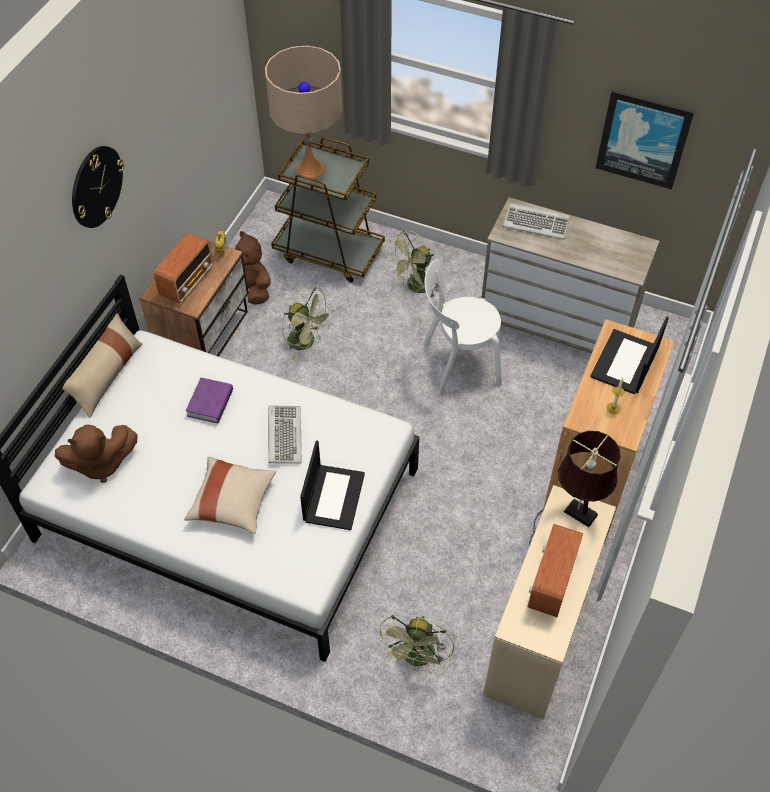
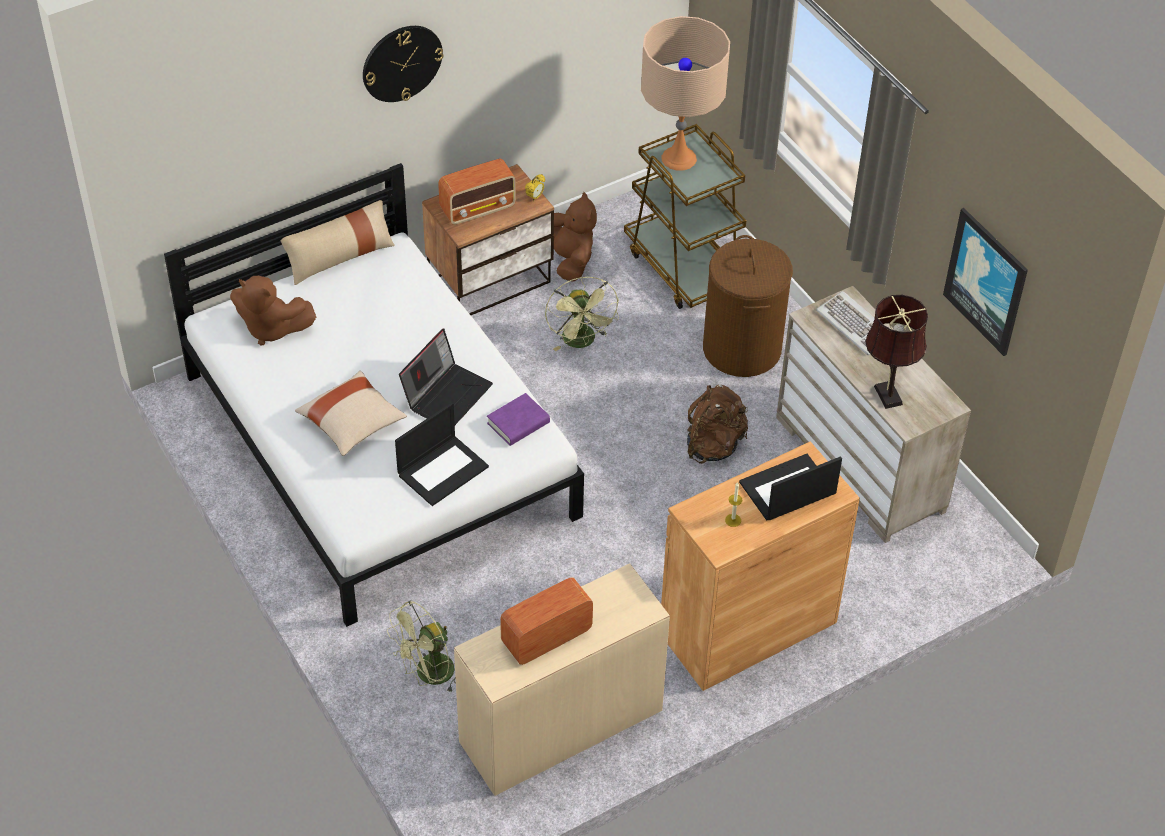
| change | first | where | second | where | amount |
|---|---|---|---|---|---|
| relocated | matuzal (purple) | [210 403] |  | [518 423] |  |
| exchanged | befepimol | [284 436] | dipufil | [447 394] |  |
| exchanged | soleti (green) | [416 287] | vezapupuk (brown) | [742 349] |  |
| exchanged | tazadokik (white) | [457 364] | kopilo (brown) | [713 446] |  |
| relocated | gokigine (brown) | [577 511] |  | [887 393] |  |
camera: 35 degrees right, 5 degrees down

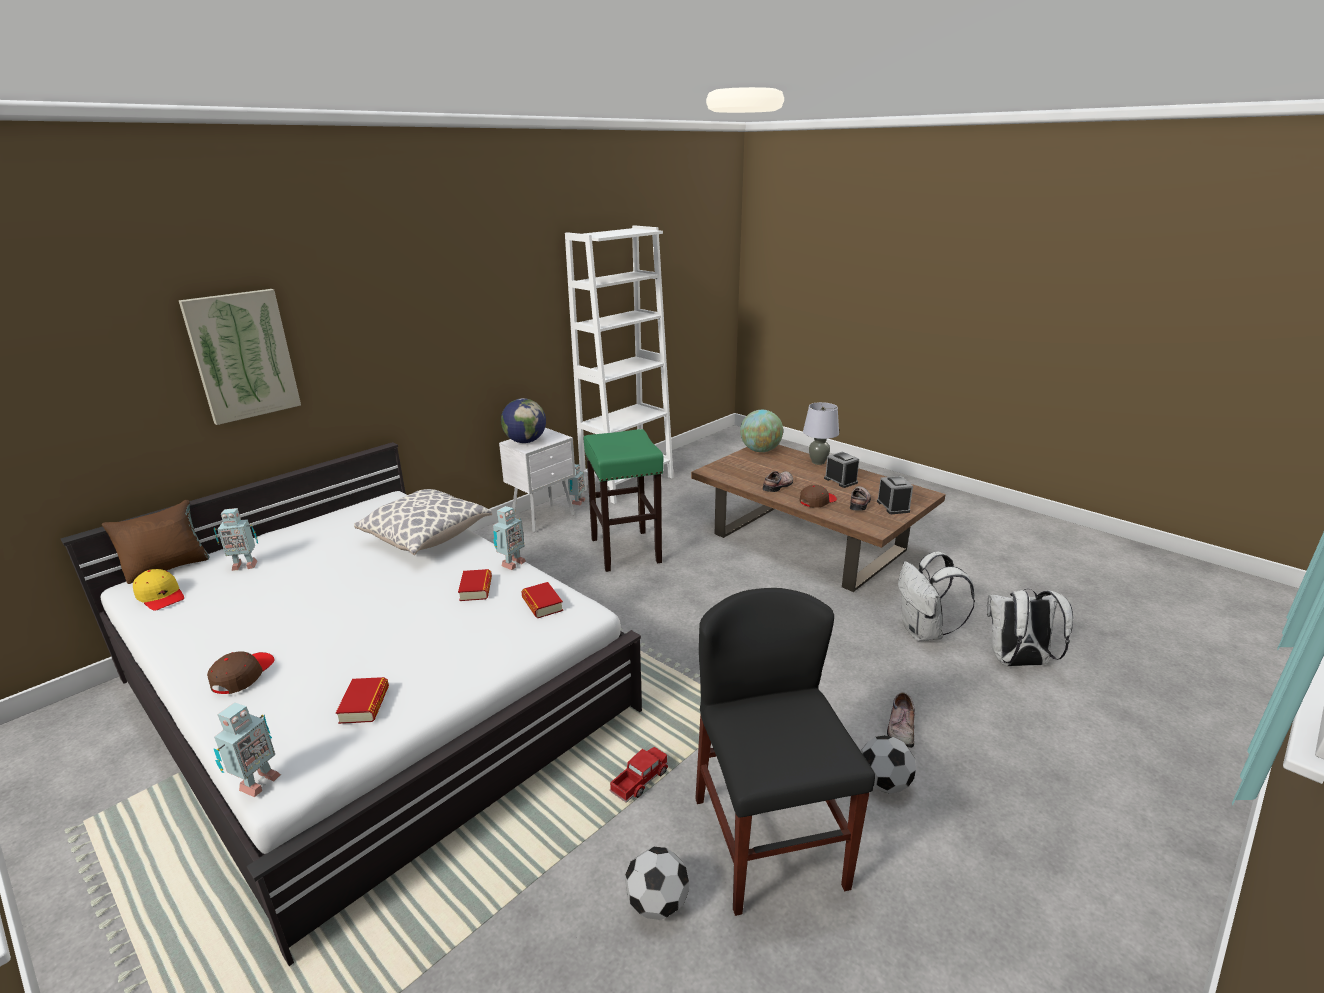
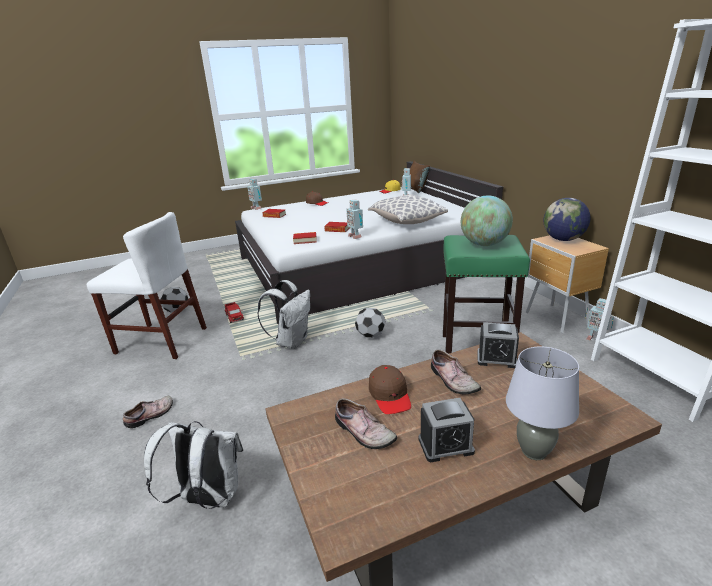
| change | first | where | second | where | amount |
|---|---|---|---|---|---|
| missing | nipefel | [242 355] |  |  |  |
| colour | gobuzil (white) | [544 517] | gobuzil (brown) | [557 319] |  |
| colour | tazadokik (black) | [769 842] | tazadokik (white) | [161 340] |  |
| relocated | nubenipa | [760 450] |  | [484 244] |  |
| relocated | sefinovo | [884 783] |  | [370 335] |  |
| relocated | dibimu | [893 506] |  | [496 359] |  |
| spun | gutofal | [899 727] |  | [151 415] | 90 degrees clockwise |
| relocated | kopilo (white) | [1017 662] |  | [291 341] |  |
camera: 115 degrees right, 0 degrees up

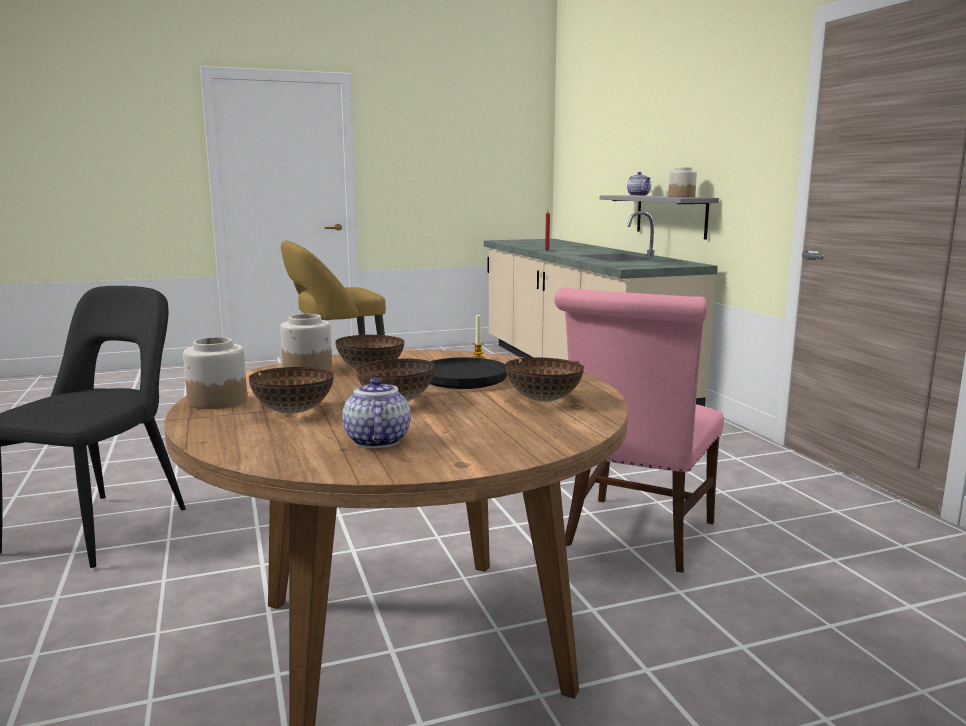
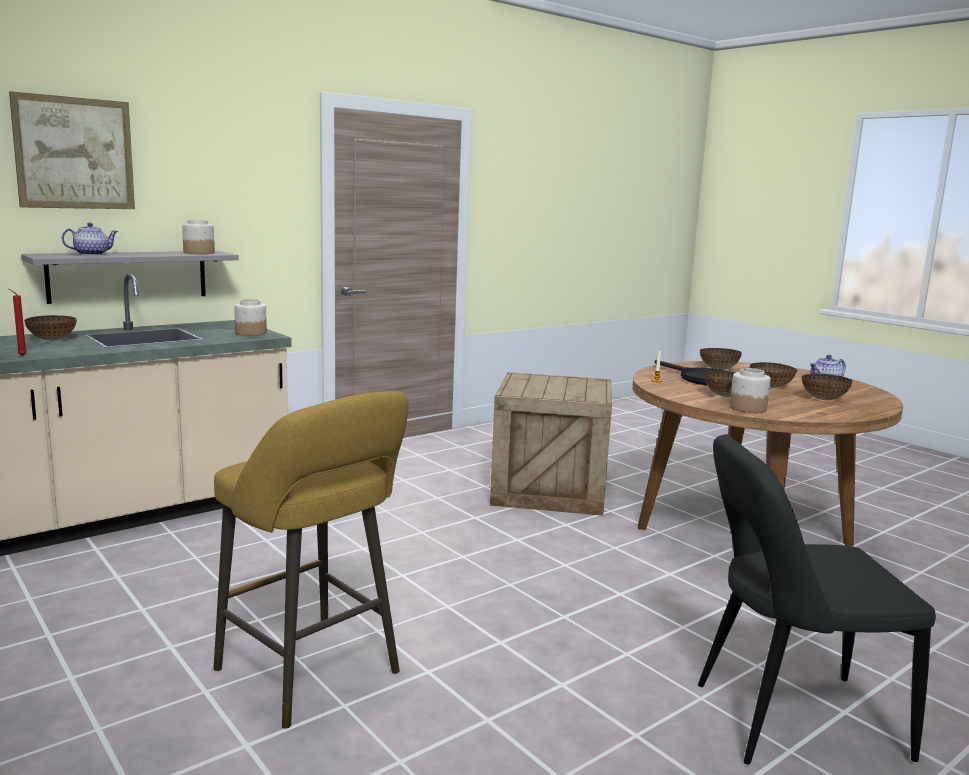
| change | first | where | second | where | amount |
|---|---|---|---|---|---|
| relocated | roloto | [217 401] |  | [250 333] |  |
| exchanged | tazadokik (pink) | [636 537] | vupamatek | [549 490] |  |
| appeared |  |  | nipefel | [74 153] |  |
| appeared |  |  | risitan | [52 340] |  |
camera: 110 degrees left, 0 degrees up

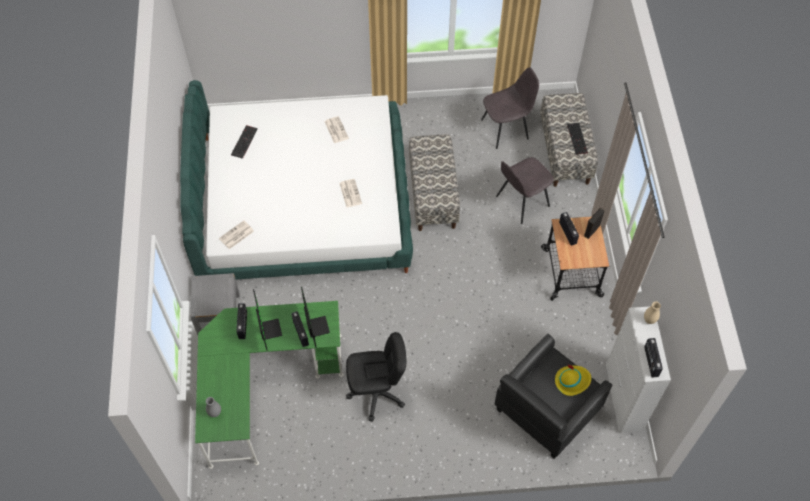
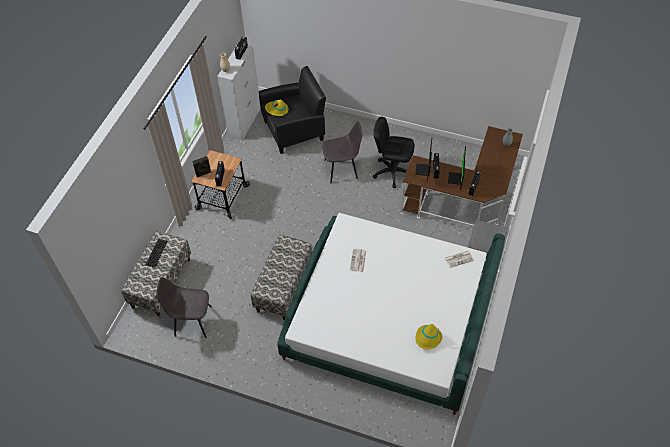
| change | first | where | second | where | amount |
|---|---|---|---|---|---|
| colour | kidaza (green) | [262 386] | kidaza (brown) | [465 200] |  |
| exchanged | befepimol | [244 141] | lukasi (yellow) | [428 338] |  |
| missing | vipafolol | [336 129] |  |  |  |
| relocated | tazadokik (grey) | [521 202] |  | [342 169] |  |
camera: 155 degrees left, 5 degrees down

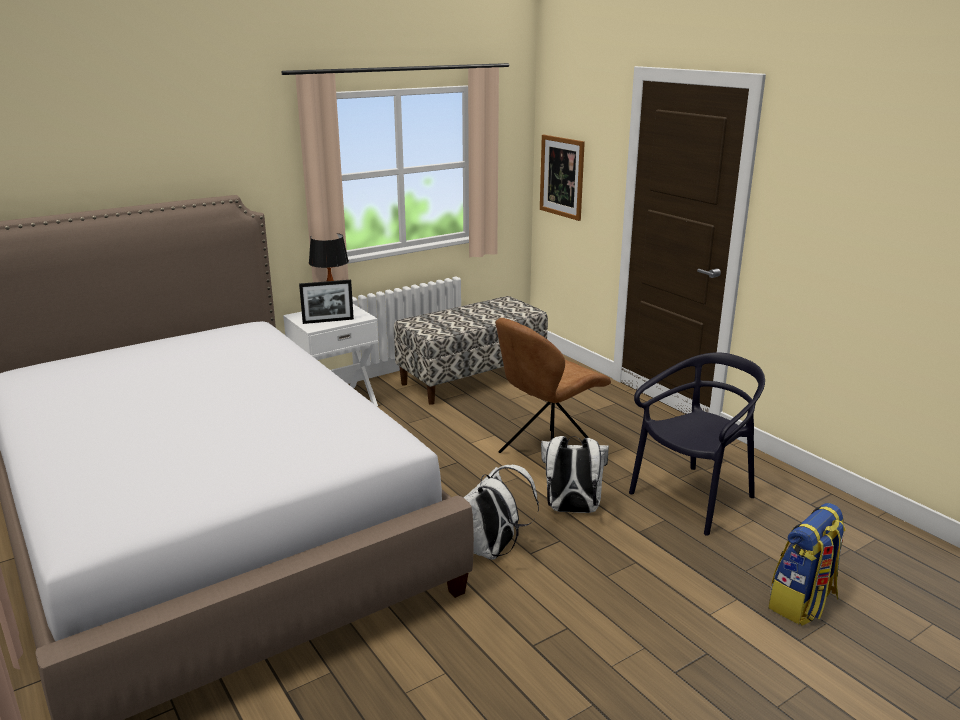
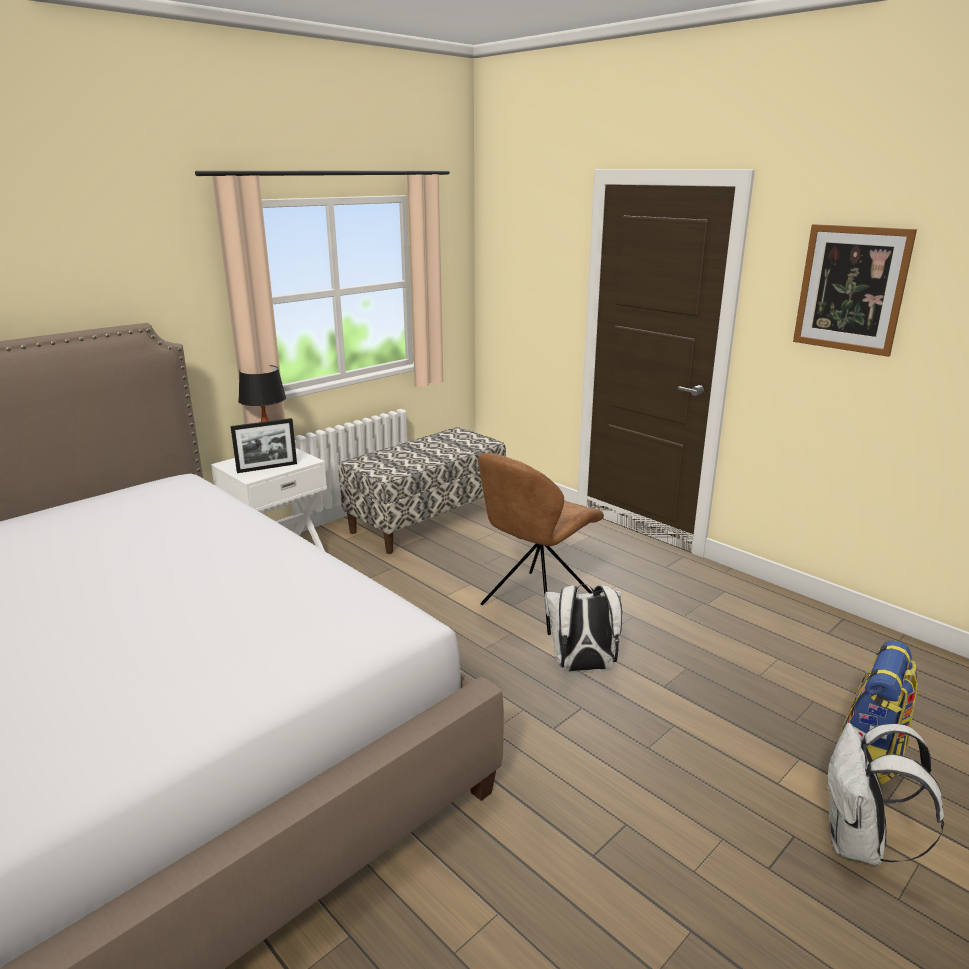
| change | first | where | second | where | amount |
|---|---|---|---|---|---|
| relocated | kopilo (white) | [494 550] |  | [859 844] |  |
| relocated | nipefel | [562 177] |  | [851 289] |  |
| missing | tazadokik (black) | [693 498] |  |  |  |
camera: 10 degrees left, 0 degrees up

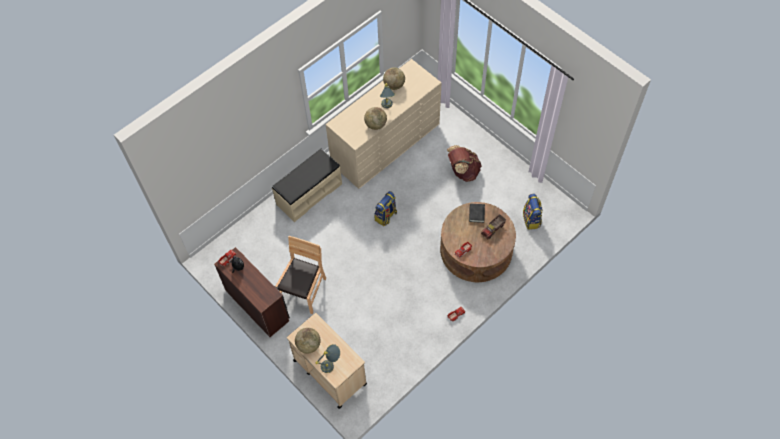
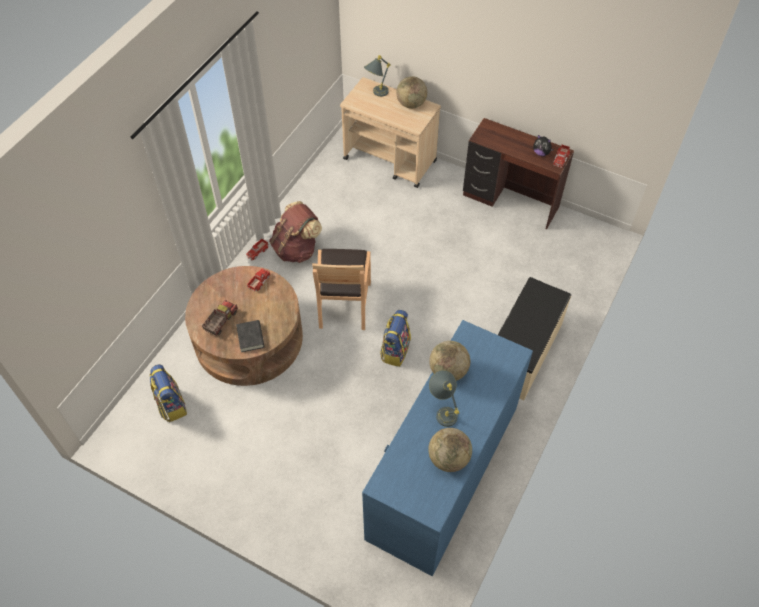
| change | first | where | second | where | amount |
|---|---|---|---|---|---|
| relocated | tazadokik (brown) | [303 291] |  | [343 304] |  |
| colour | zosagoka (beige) | [386 143] | zosagoka (blue) | [443 472] |  |
| relocated | kopilo (brown) | [463 171] |  | [297 249] |  |
camera: 160 degrees right, 5 degrees down

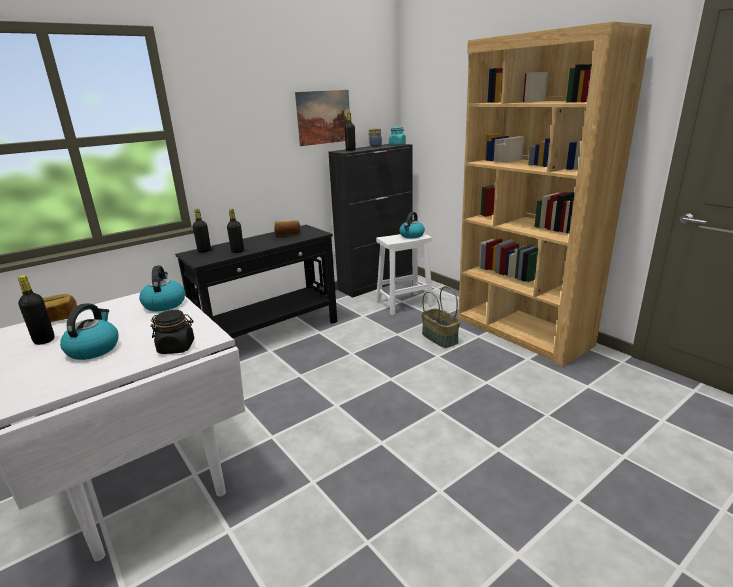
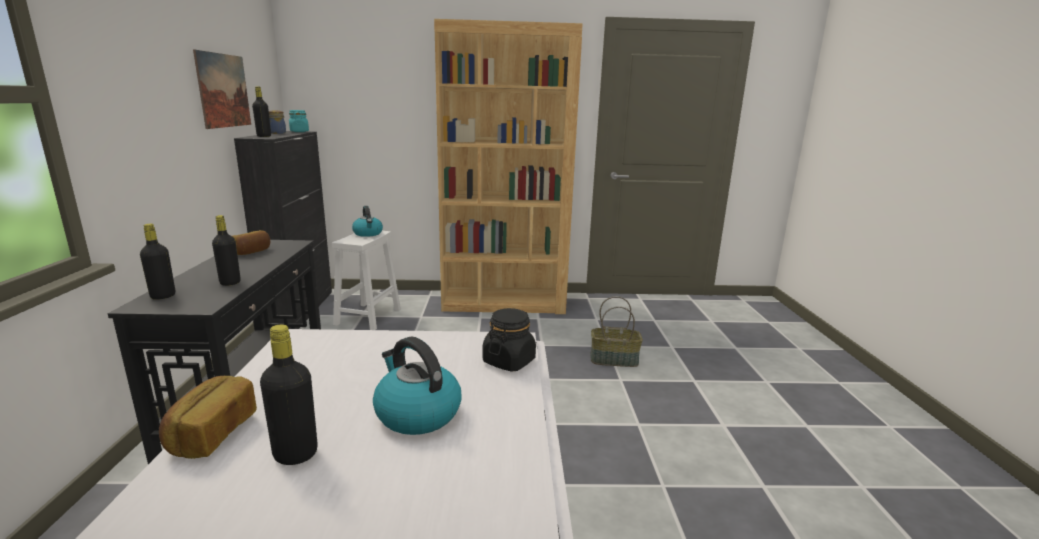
| change | first | where | second | where | amount |
|---|---|---|---|---|---|
| missing | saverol | [164 304] |  |  |  |
| relocated | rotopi | [440 338] |  | [614 359] |  |
camera: 55 degrees left, 5 degrees down

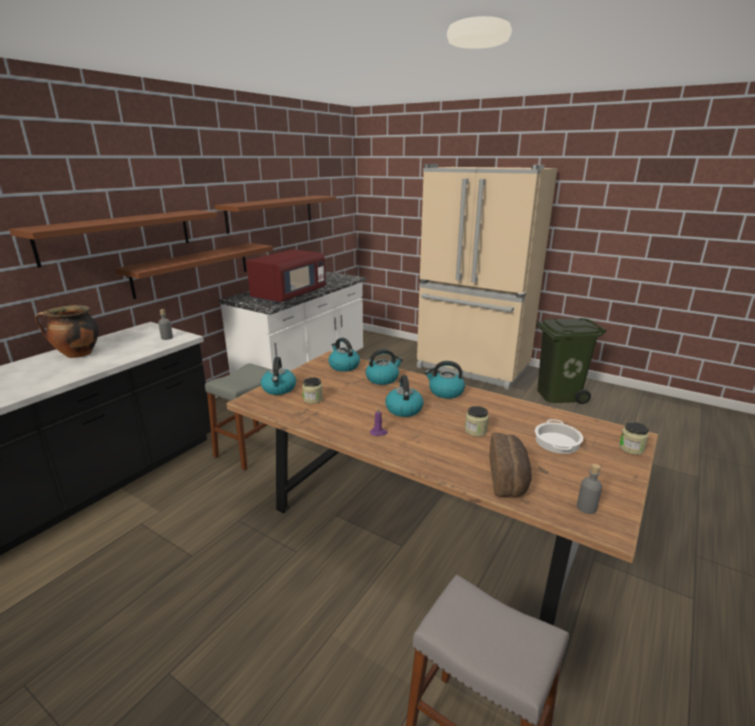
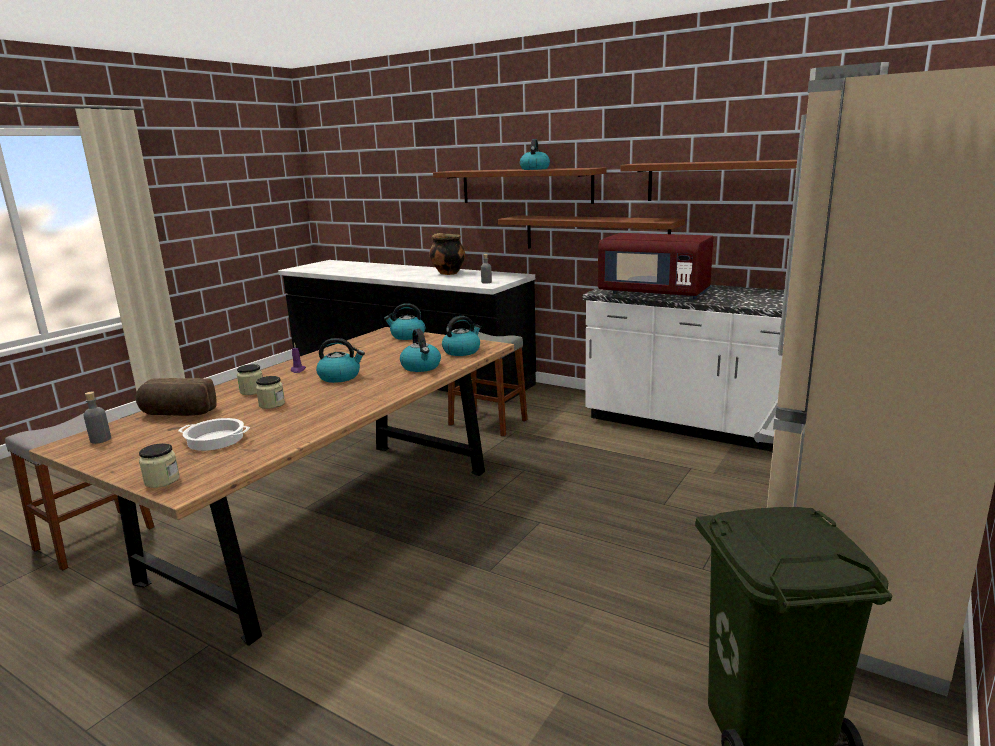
| change | first | where | second | where | amount |
|---|---|---|---|---|---|
| relocated | roloto | [313 399] |  | [252 391] |  |
| relocated | saverol | [445 392] |  | [534 169] |  |
camera: 90 degrees right, 5 degrees down

